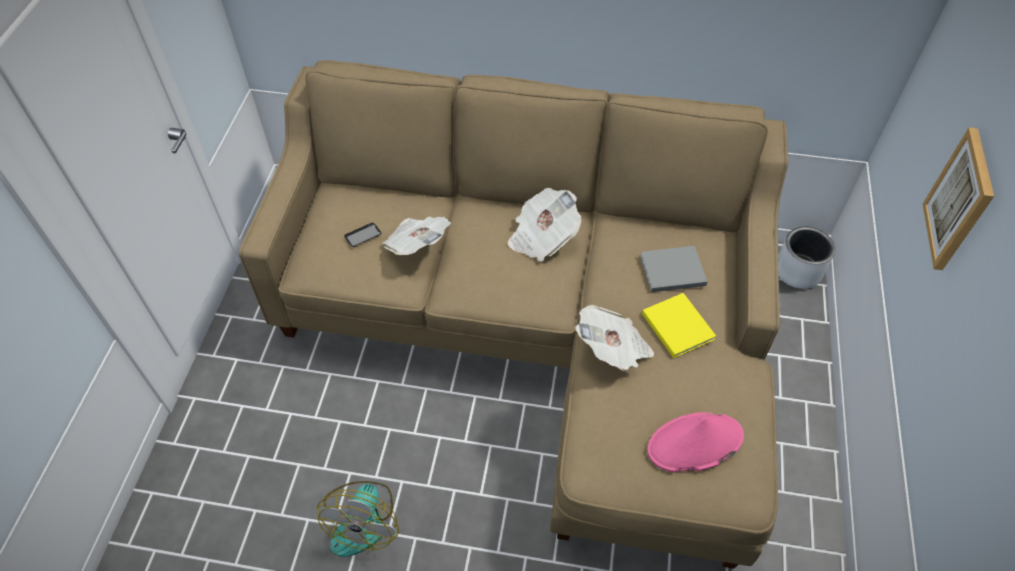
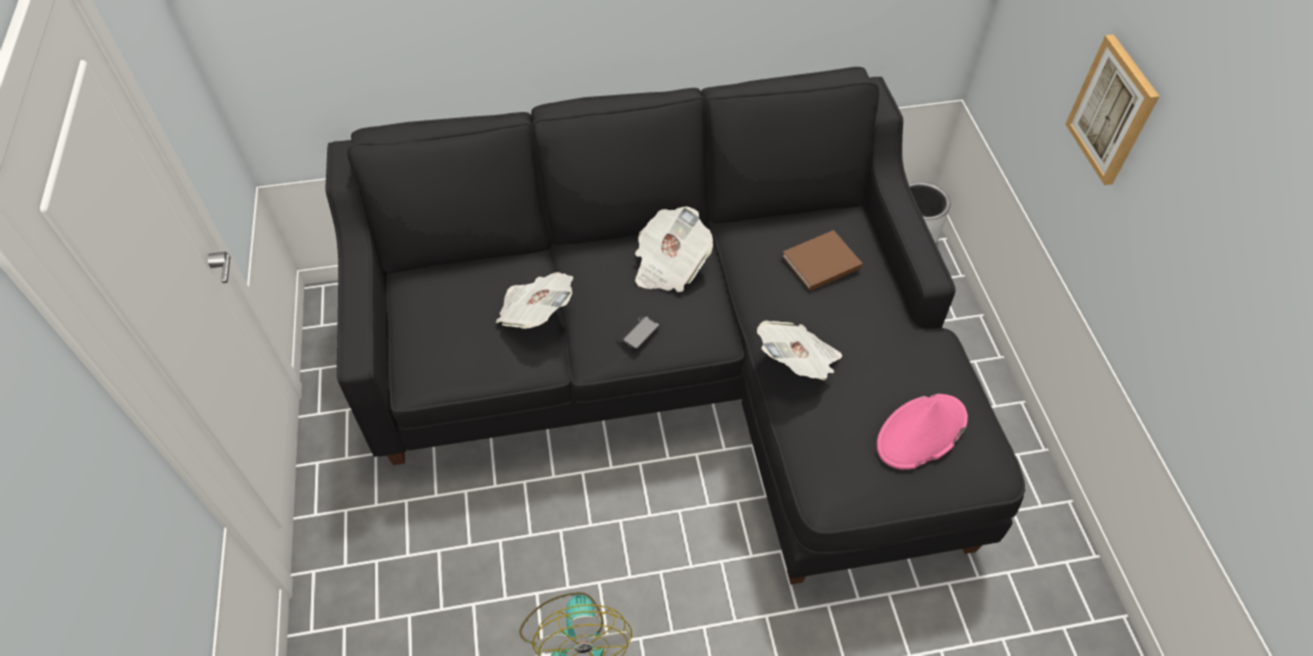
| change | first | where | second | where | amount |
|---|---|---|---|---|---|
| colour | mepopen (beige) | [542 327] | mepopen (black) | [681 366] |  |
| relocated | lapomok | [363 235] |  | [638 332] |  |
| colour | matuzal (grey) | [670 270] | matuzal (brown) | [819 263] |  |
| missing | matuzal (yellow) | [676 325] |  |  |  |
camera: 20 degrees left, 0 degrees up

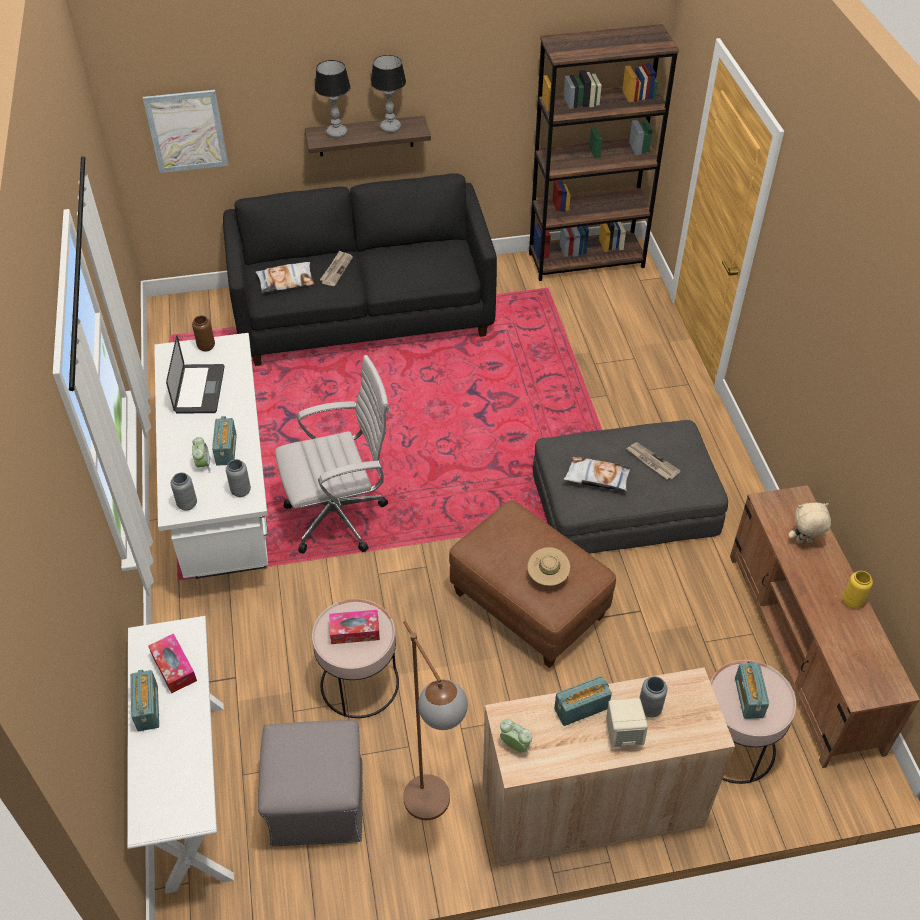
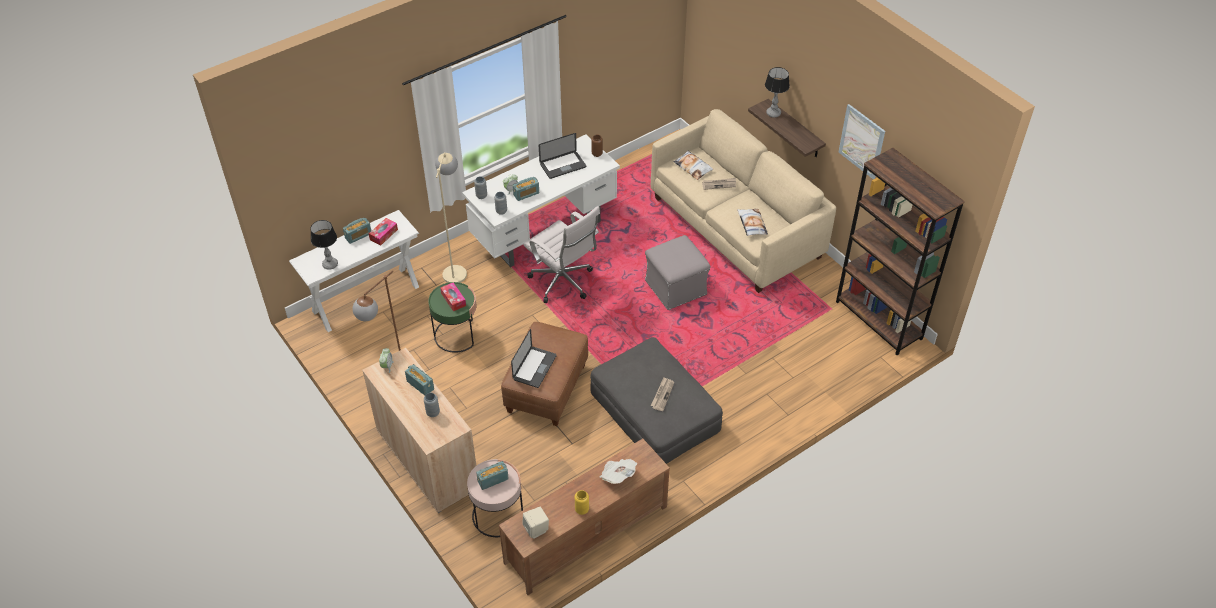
| change | first | where | second | where | amount |
|---|---|---|---|---|---|
| relocated | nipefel | [186 131] |  | [862 141] |  |
| colour | mepopen (black) | [364 313] | mepopen (beige) | [736 227] |  |
| relocated | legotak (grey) | [316 802] |  | [675 287] |  |
| colour | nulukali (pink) | [359 683] | nulukali (green) | [456 335] |  |
| relocated | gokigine | [390 128] |  | [330 264] |  |
| exchanged | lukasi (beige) | [547 576] | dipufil | [534 368] |  |
| relocated | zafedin | [597 478] |  | [751 224] |  |
| relocated | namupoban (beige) | [623 734] |  | [536 529] |  |
| exchanged | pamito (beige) | [804 542] | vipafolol | [618 475] |  |
| appeared |  |  | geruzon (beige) | [456 268] |  |
camera: 65 degrees right, 0 degrees up

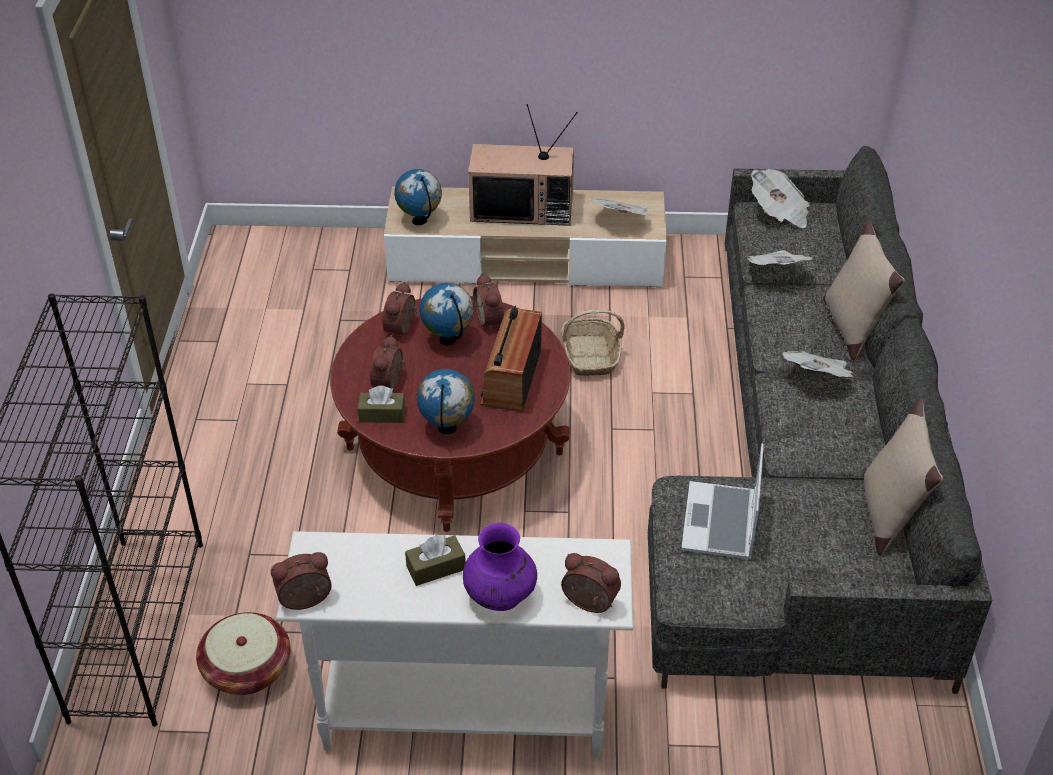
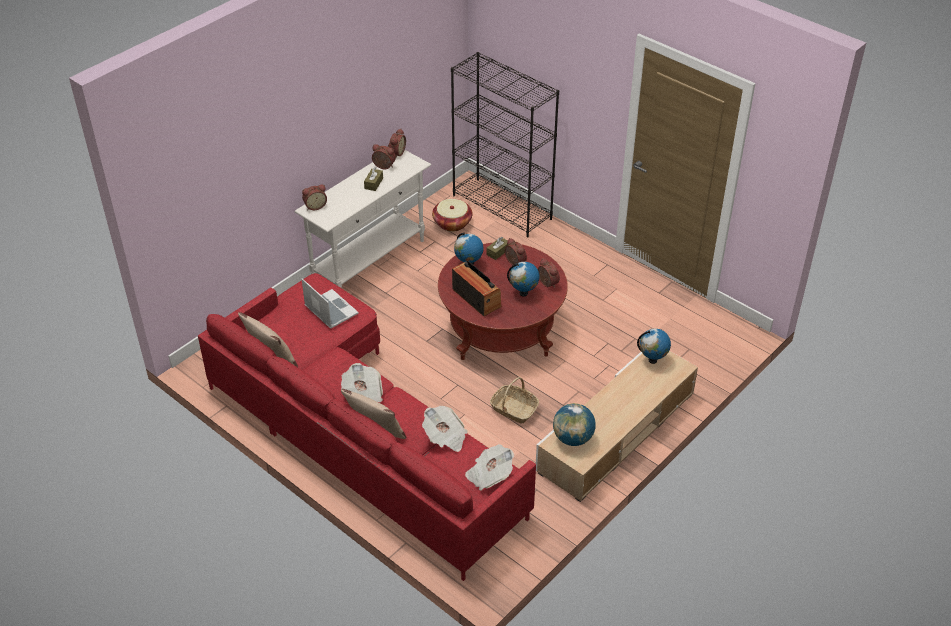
| change | first | where | second | where | amount |
|---|---|---|---|---|---|
| missing | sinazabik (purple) | [500 597] |  |  |  |
| missing | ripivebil | [523 208] |  |  |  |
| relocated | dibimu | [491 320] |  | [383 167] |  |
| exchanged | vipafolol | [623 220] | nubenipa | [573 438] |  |
| colour | mepopen (grey) | [807 468] | mepopen (red) | [358 433] |  |
camera: 130 degrees right, 0 degrees up

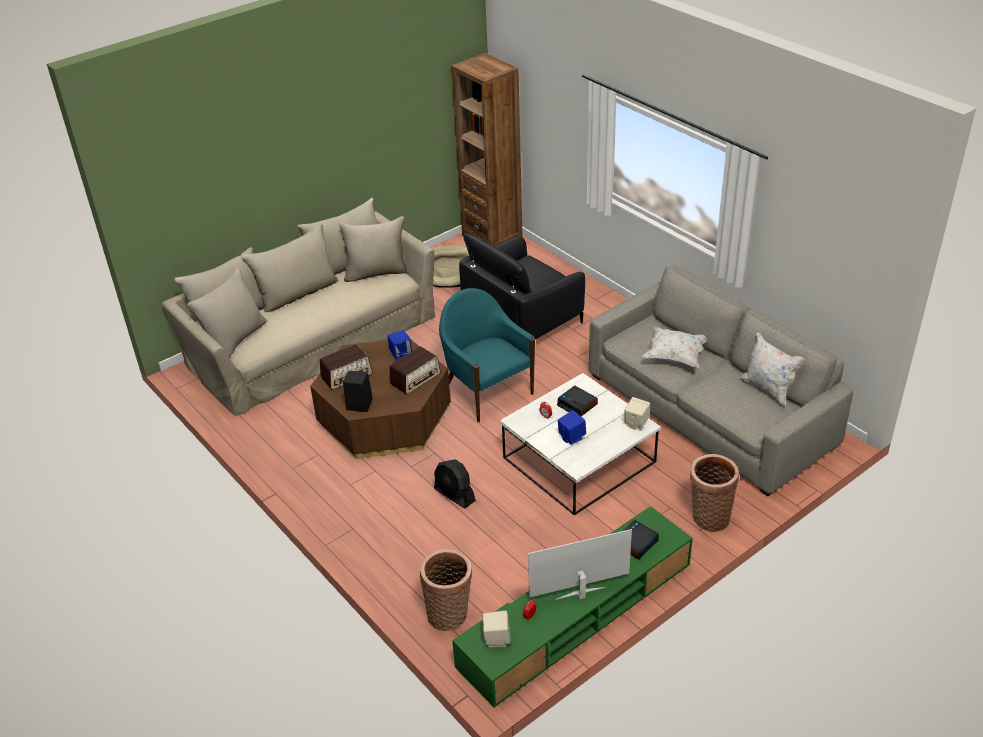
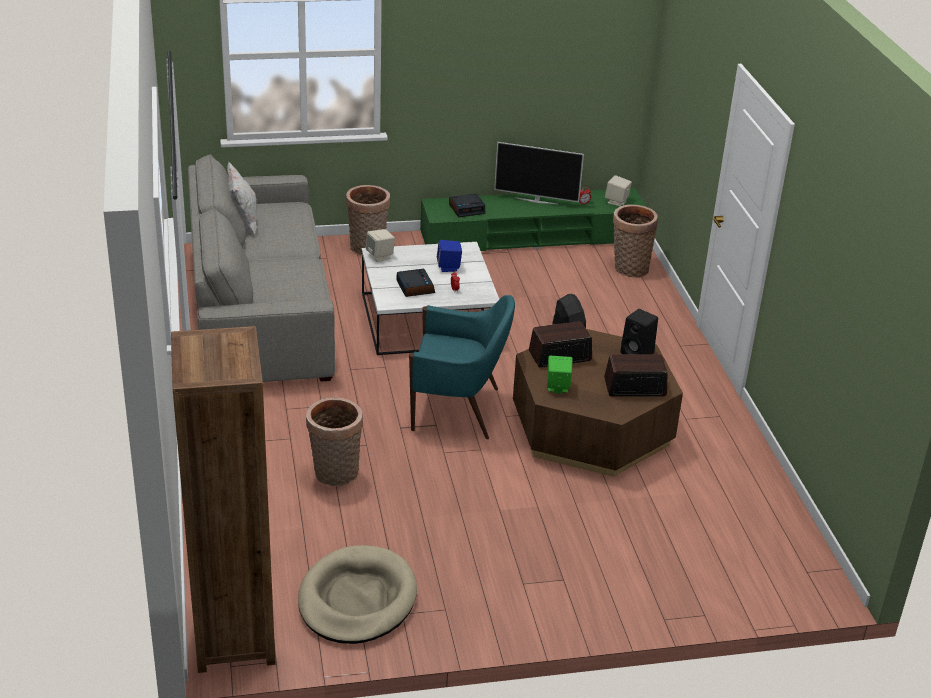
| change | first | where | second | where | amount |
|---|---|---|---|---|---|
| missing | mepopen (beige) | [313 340] |  |  |  |
| colour | namupoban (blue) | [401 354] | namupoban (green) | [557 387] |  |
| spun | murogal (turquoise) | [487 391] |  | [458 410] | 75 degrees counterclockwise |
| exchanged | murogal (black) | [523 320] | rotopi | [335 475] |  |
| missing | zafedin (white) | [675 356] |  |  |  |
camera: 155 degrees left, 5 degrees down

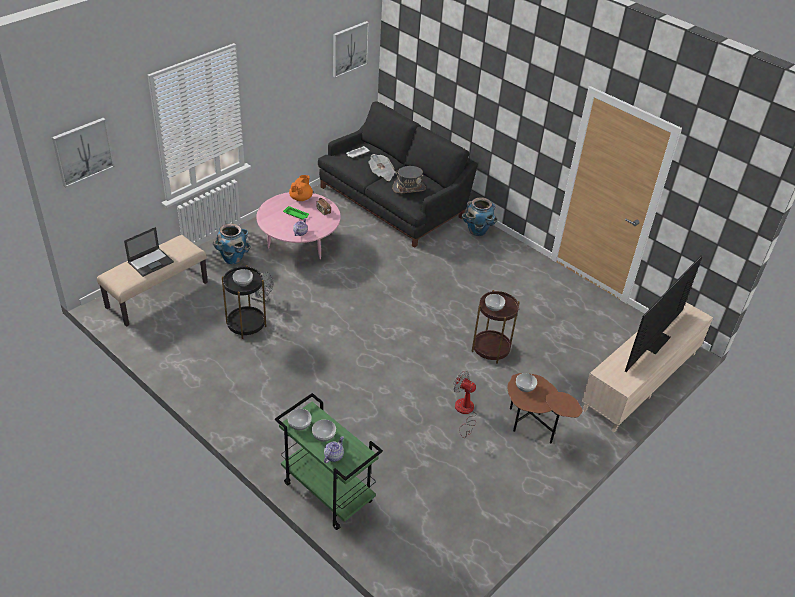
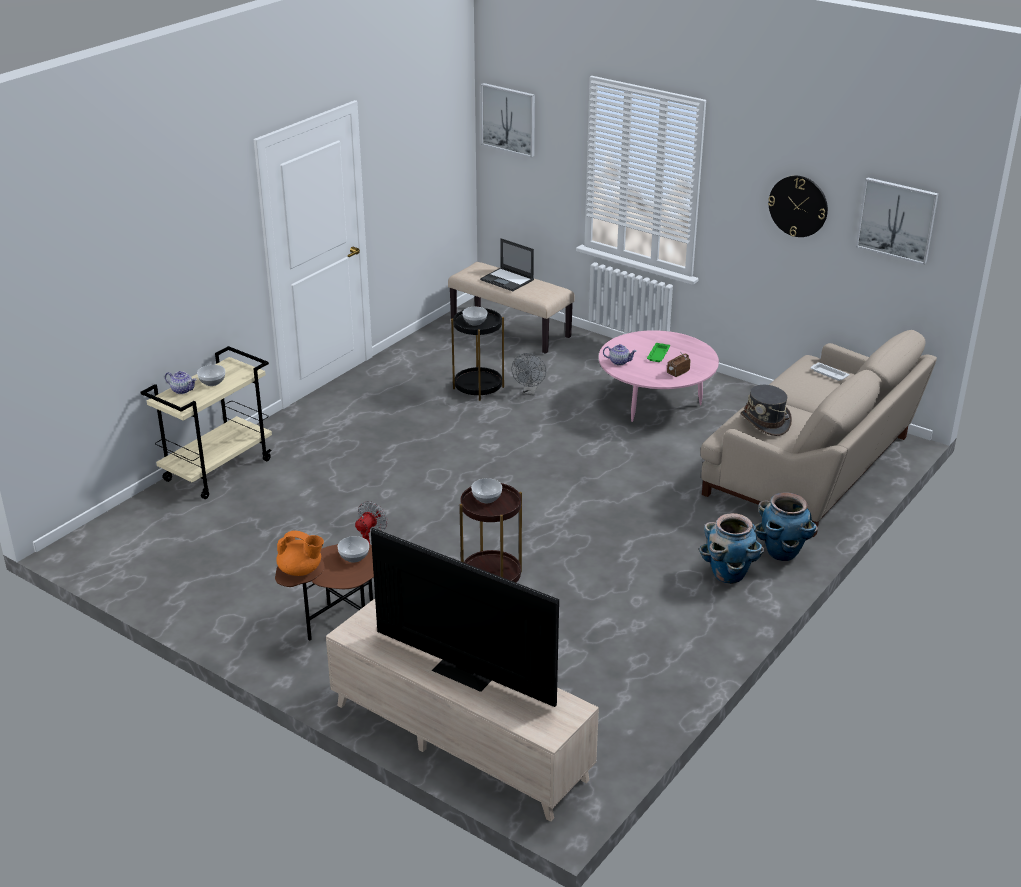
| change | first | where | second | where | amount |
|---|---|---|---|---|---|
| relocated | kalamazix | [232 259] |  | [728 575] |  |
| colour | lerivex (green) | [326 492] | lerivex (beige) | [218 469] |  |
| missing | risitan | [299 425] |  |  |  |
| relocated | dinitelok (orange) | [301 198] |  | [301 570] |  |
| colour | mepopen (black) | [394 200] | mepopen (beige) | [813 467] |  |
| missing | vipafolol | [382 173] |  |  |  |
| appeared |  |  | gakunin | [798 206] |  |
camera: 85 degrees right, 10 degrees down

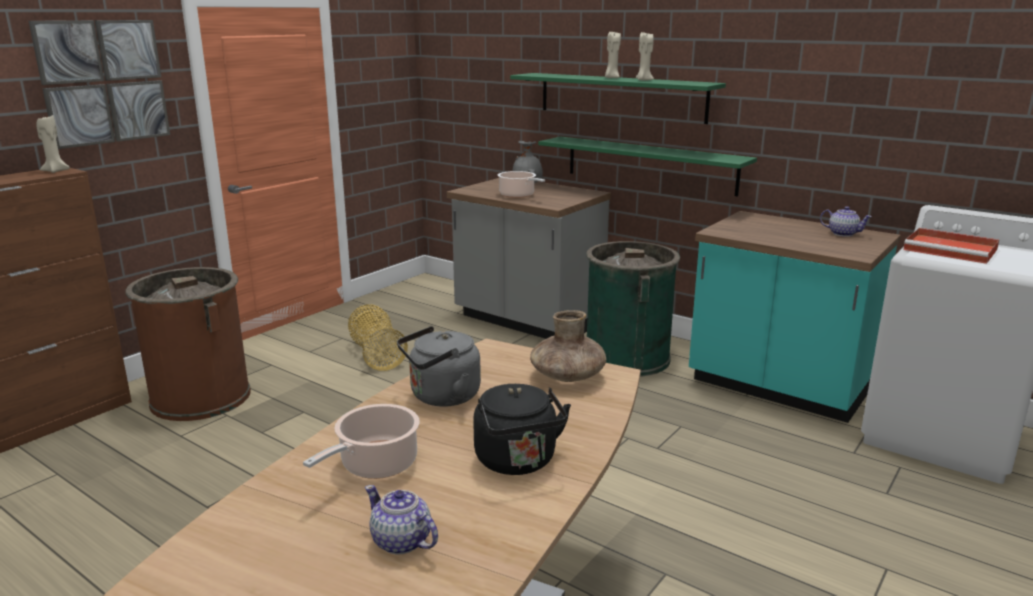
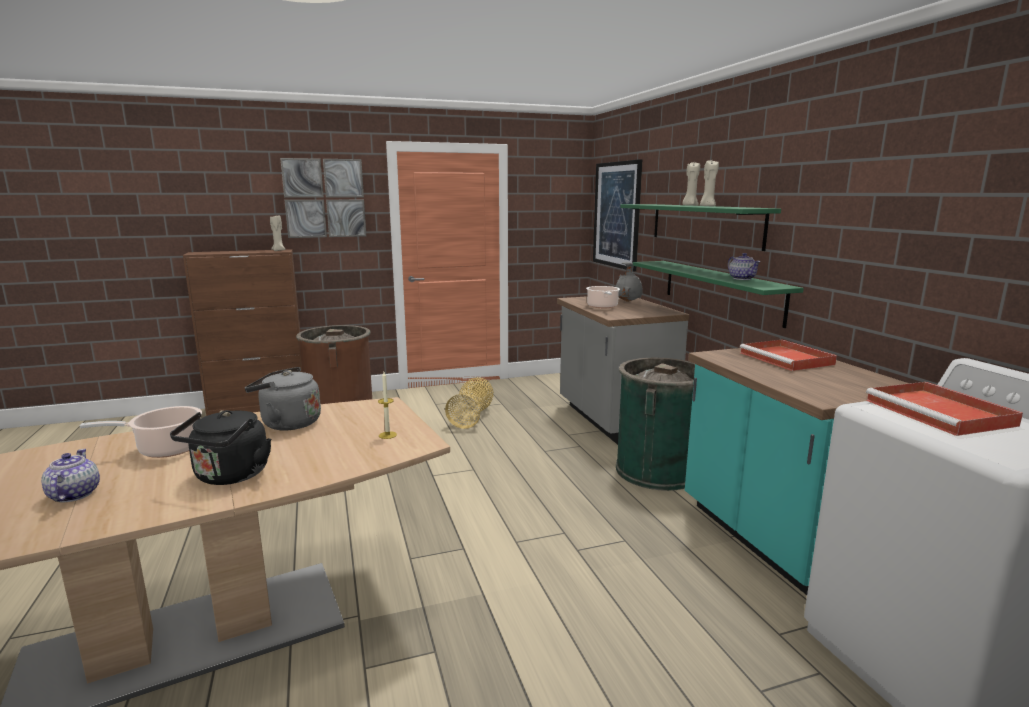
| change | first | where | second | where | amount |
|---|---|---|---|---|---|
| exchanged | sinazabik (brown) | [567 377] | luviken | [387 435] |  |
| relocated | dinitelok | [842 233] |  | [742 278] |  |
| appeared |  |  | nipefel | [616 215] |  |
| appeared |  |  | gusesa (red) | [787 359] |  |
camera: 35 degrees right, 5 degrees down

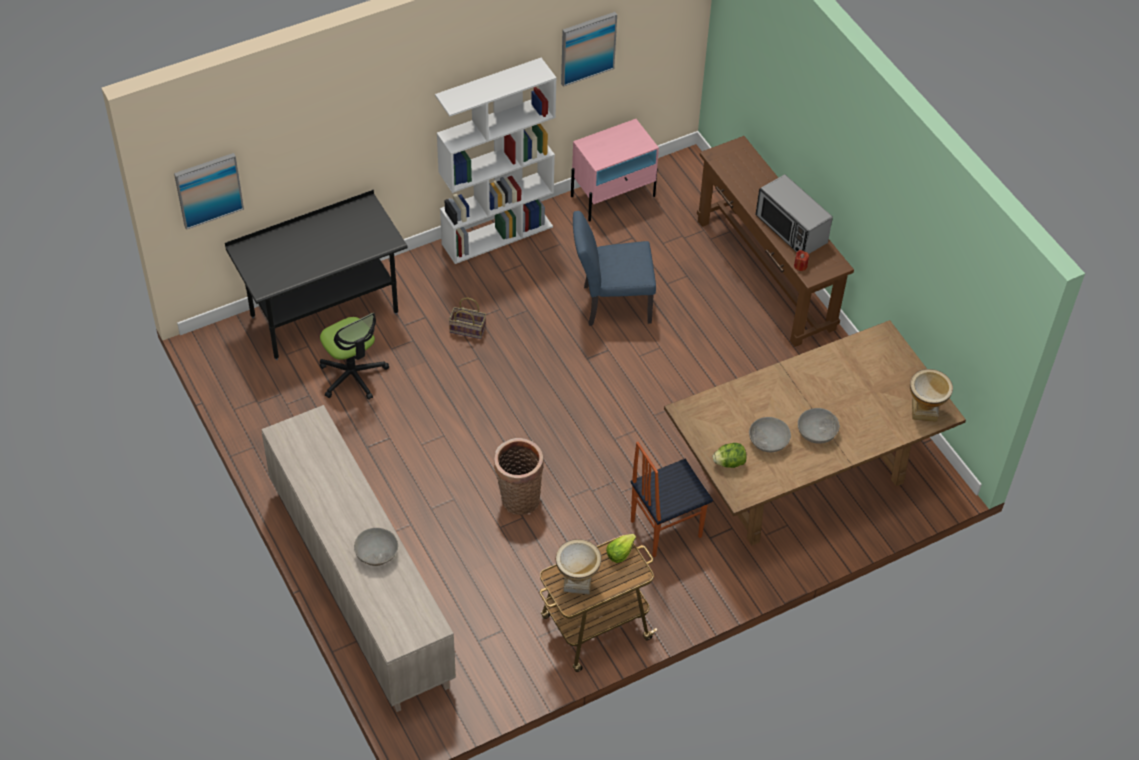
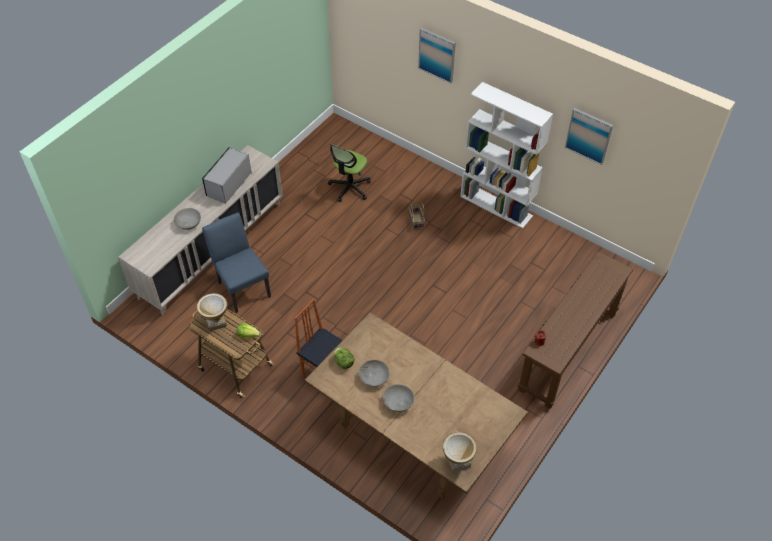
| change | first | where | second | where | amount |
|---|---|---|---|---|---|
| relocated | nipefel | [208 190] |  | [437 55] |  |
| missing | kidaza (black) | [324 315] |  |  |  |
| missing | rotopi | [518 497] |  |  |  |
| missing | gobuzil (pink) | [613 196] |  |  |  |
| relocated | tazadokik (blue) | [610 304] |  | [242 286] |  |
| relocated | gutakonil | [791 229] |  | [228 184] |  |
camera: 65 degrees right, 0 degrees up

